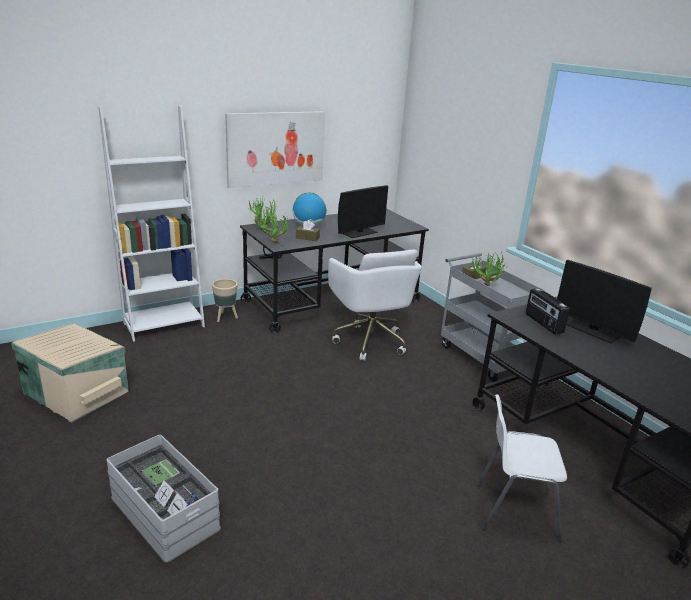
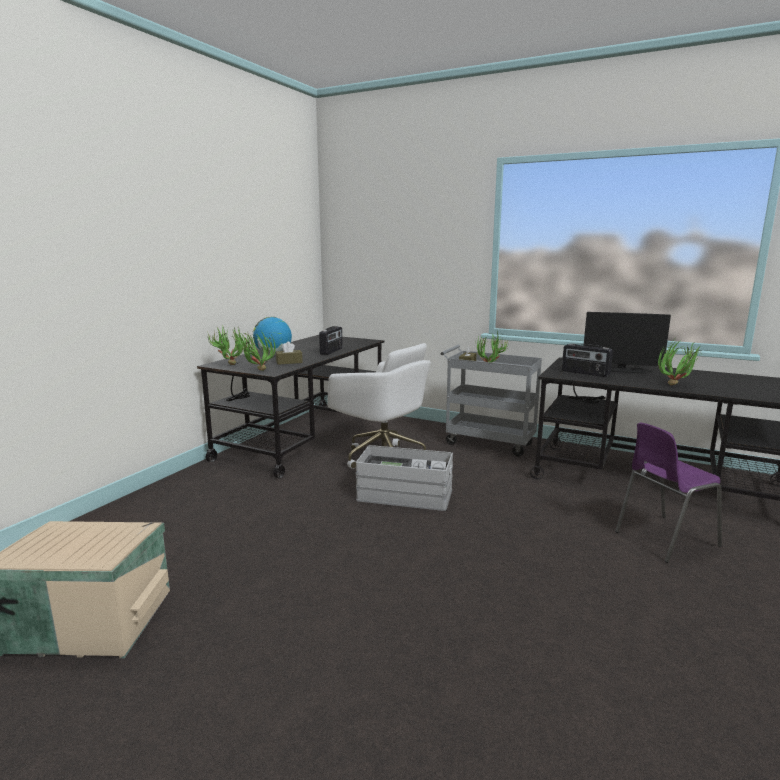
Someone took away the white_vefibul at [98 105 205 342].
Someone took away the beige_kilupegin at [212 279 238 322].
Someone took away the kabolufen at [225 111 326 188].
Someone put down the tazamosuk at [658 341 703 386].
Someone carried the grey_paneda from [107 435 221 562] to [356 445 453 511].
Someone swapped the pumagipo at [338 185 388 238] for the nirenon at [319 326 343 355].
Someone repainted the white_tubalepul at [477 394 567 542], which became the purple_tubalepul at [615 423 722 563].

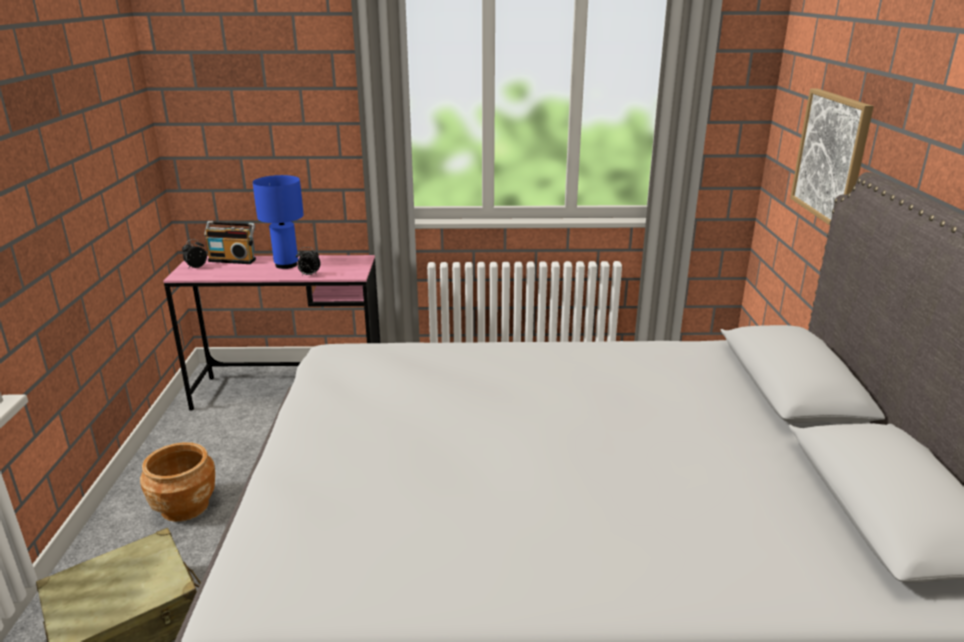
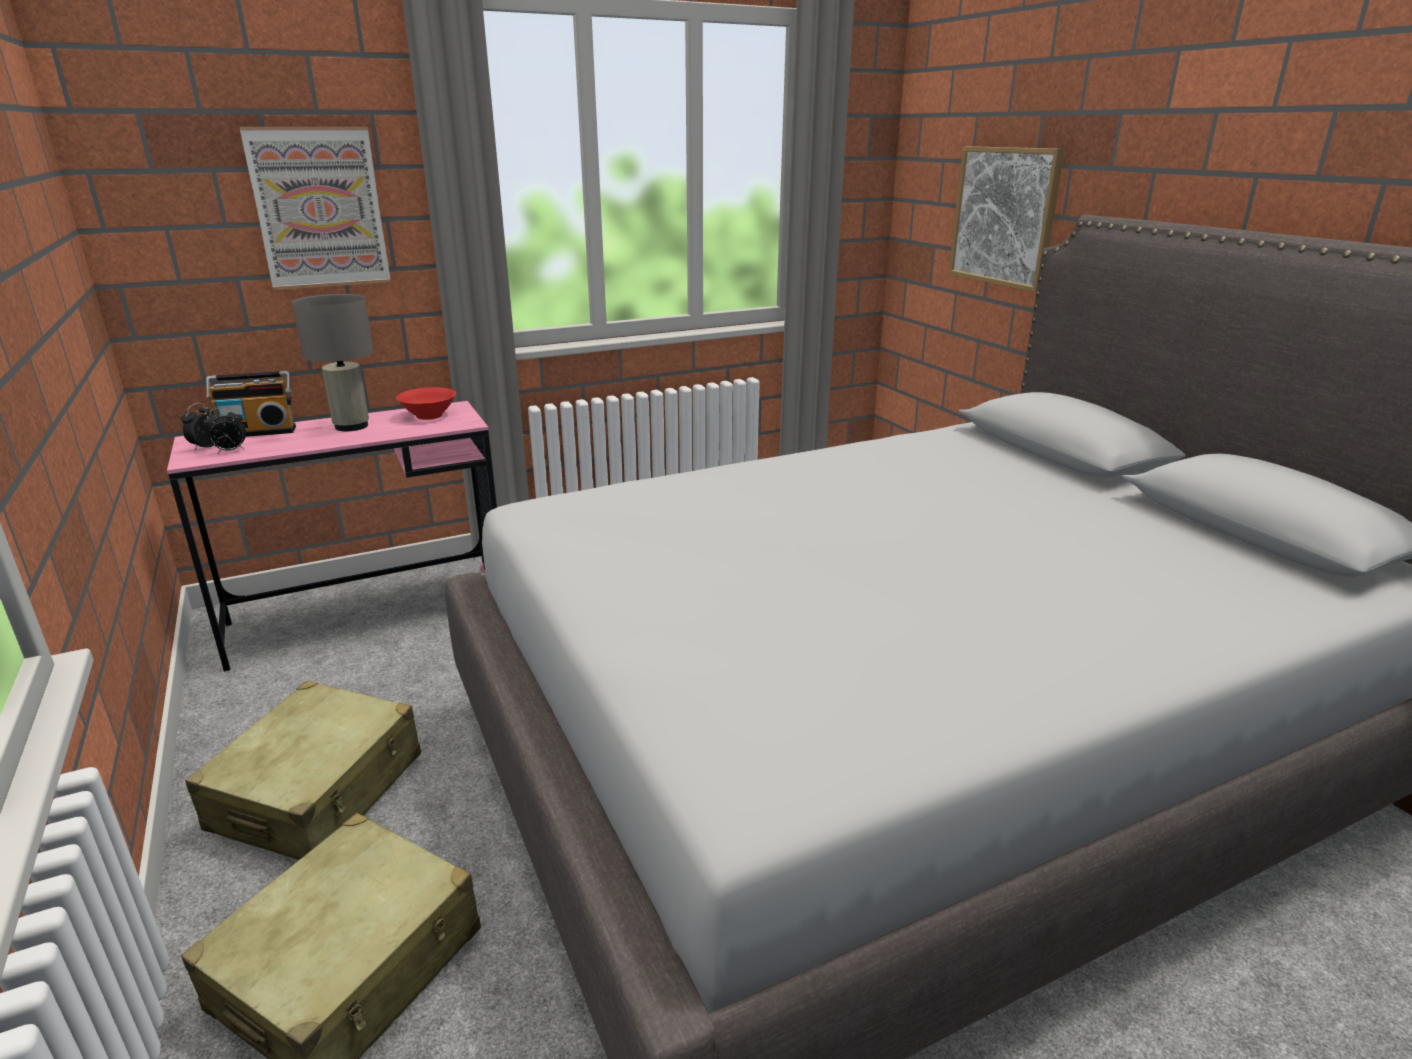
Someone put up the kabolufen at [240 127 391 290].
Someone put down the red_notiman at [396 387 456 420].
Someone carried the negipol from [296 247 320 275] to [204 407 246 453].
Someone swapped the brown_kilupegin at [140 442 215 522] for the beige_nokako at [185 681 421 860].
Someone repainted the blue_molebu at [253 175 304 269], which became the grey_molebu at [292 294 373 431].

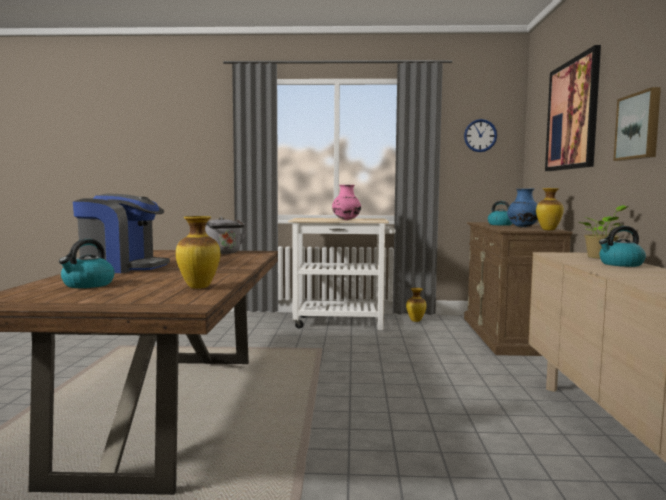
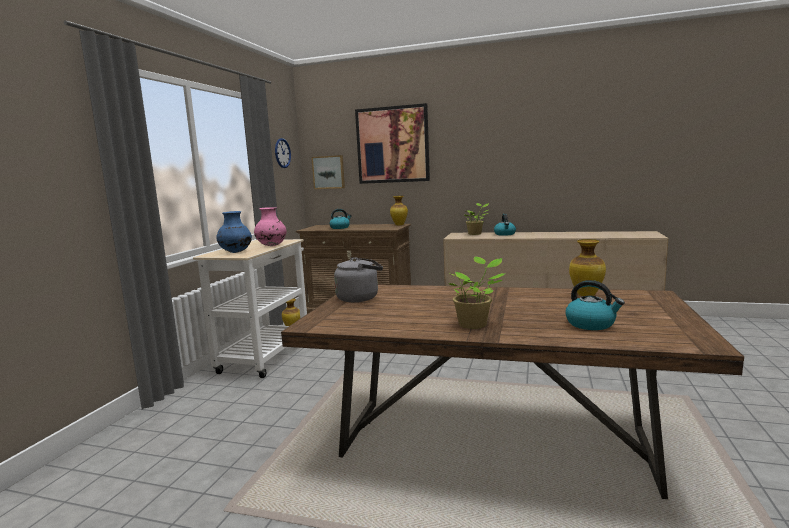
Someone carried the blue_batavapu from [507 189 538 227] to [216 211 252 253].
Someone carried the kabolufen from [613 87 661 161] to [311 155 345 189].
Someone swapped the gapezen at [73 194 170 273] for the tazamosuk at [448 256 506 329].

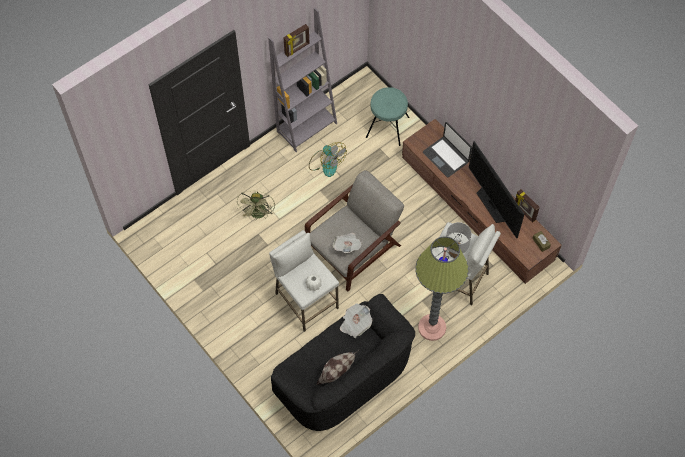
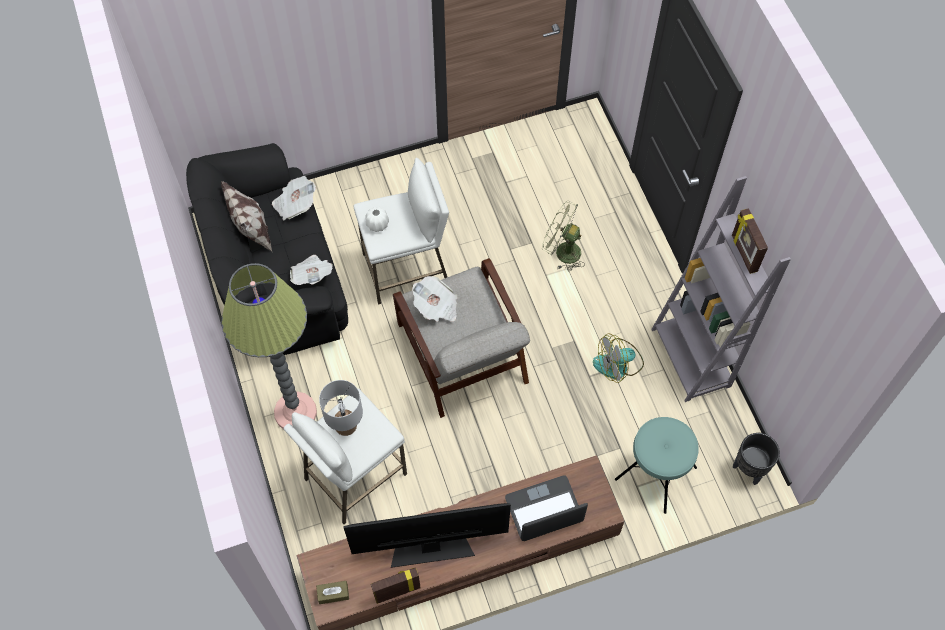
Someone put down the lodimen at [272 176 316 221].
Someone put down the black_kilupegin at [733 433 780 485].

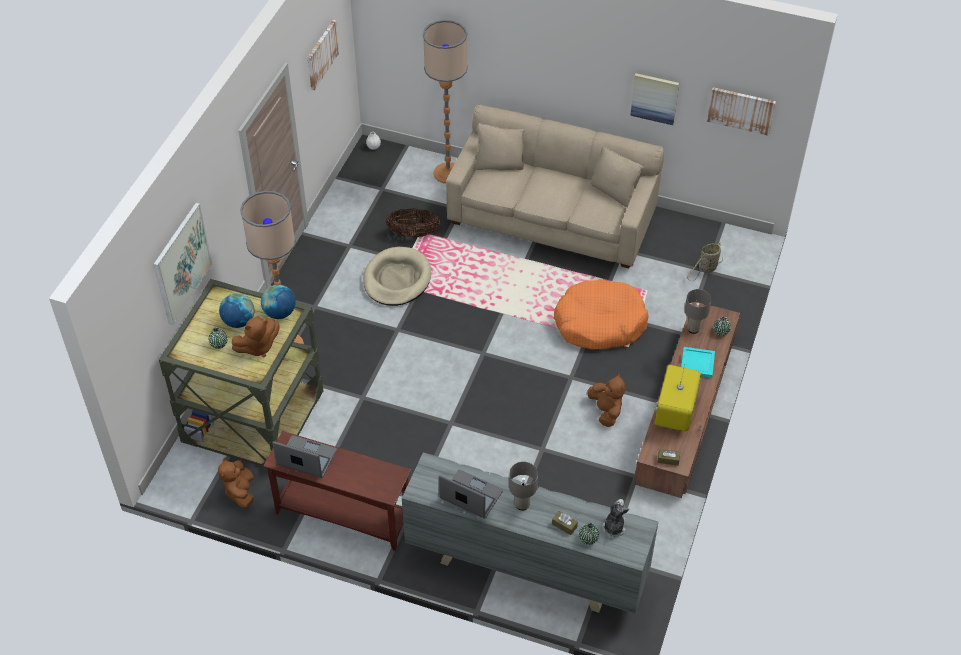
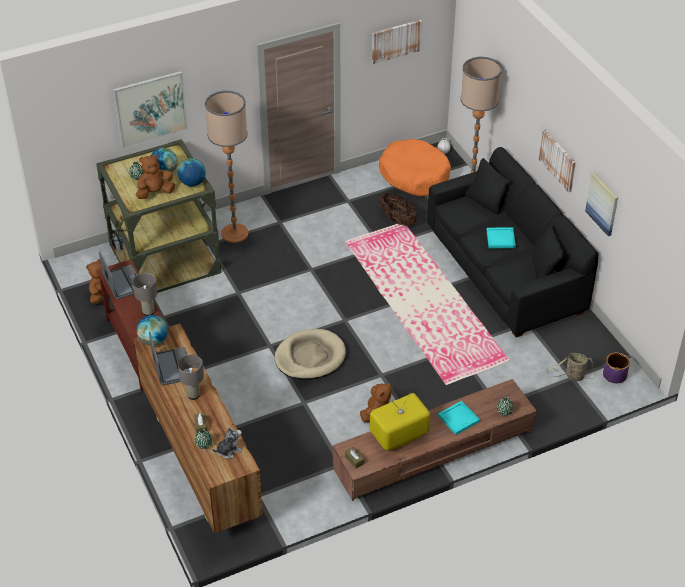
Someone put down the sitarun at [137 315 168 346].
Someone put down the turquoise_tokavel at [486 228 516 248].
Someone put down the purple_kilupegin at [603 353 630 383].
Someone carried the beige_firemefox from [363 247 431 306] to [275 329 346 380].
Someone carried the orange_firemefox from [554 280 649 350] to [379 139 451 197].
Someone carried the grey_molebu from [685 289 711 334] to [133 273 157 316].
Someone carried the kabolufen from [707 87 776 136] to [539 130 576 193].
Someone repainted the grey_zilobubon at [402 452 658 614], which became the brown_zilobubon at [134 324 263 534].
Someone repainted the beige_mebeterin at [446 104 664 269], which became the black_mebeterin at [427 147 598 337].
Someone rotated the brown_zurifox at [232 317 279 357] by 135 degrees clockwise.

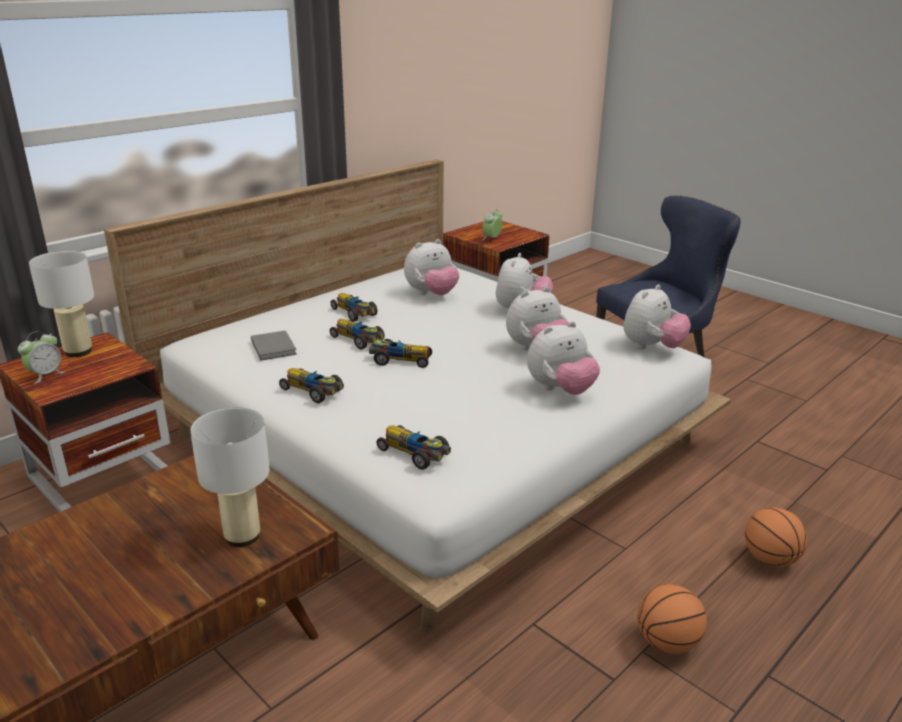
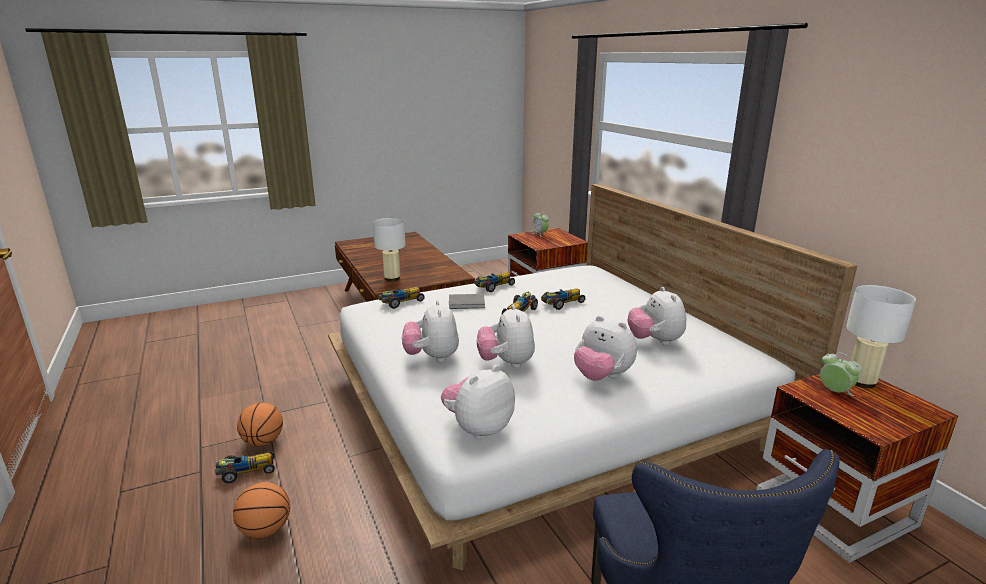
Someone carried the white_molebu from [29 251 94 357] to [846 285 916 388].
Someone carried the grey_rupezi from [251 330 297 361] to [449 294 485 309].
Someone carried the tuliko from [331 293 377 322] to [215 451 275 483].
Someone rotated the zurifox at [623 284 691 349] by 75 degrees clockwise.

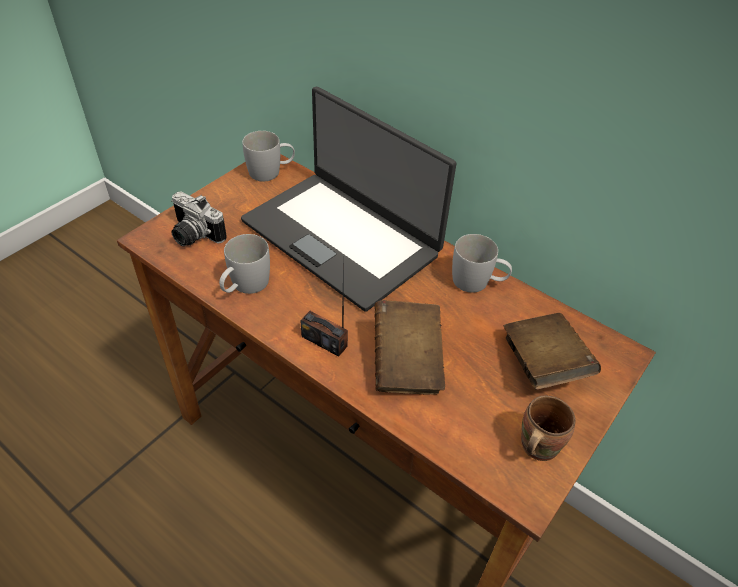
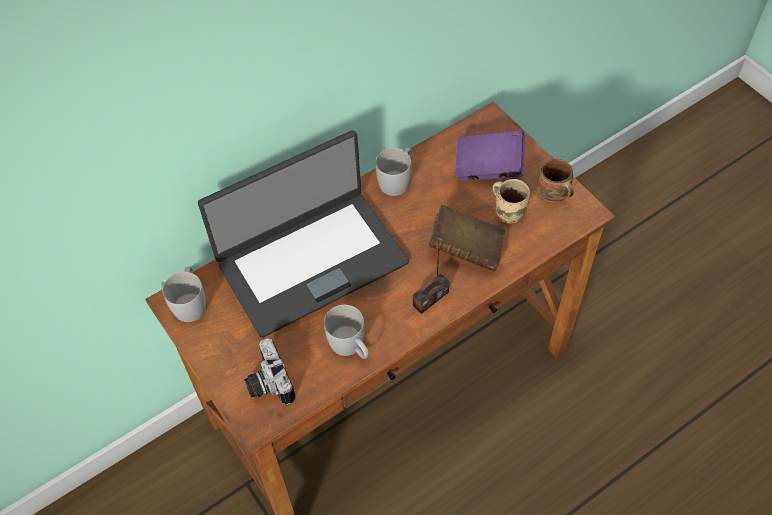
Someone put down the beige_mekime at [492 179 530 223].
Someone repainted the brown_rupezi at [504 313 601 390], which became the purple_rupezi at [455 130 525 181].
Someone rotated the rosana at [171 191 227 246] by 105 degrees clockwise.

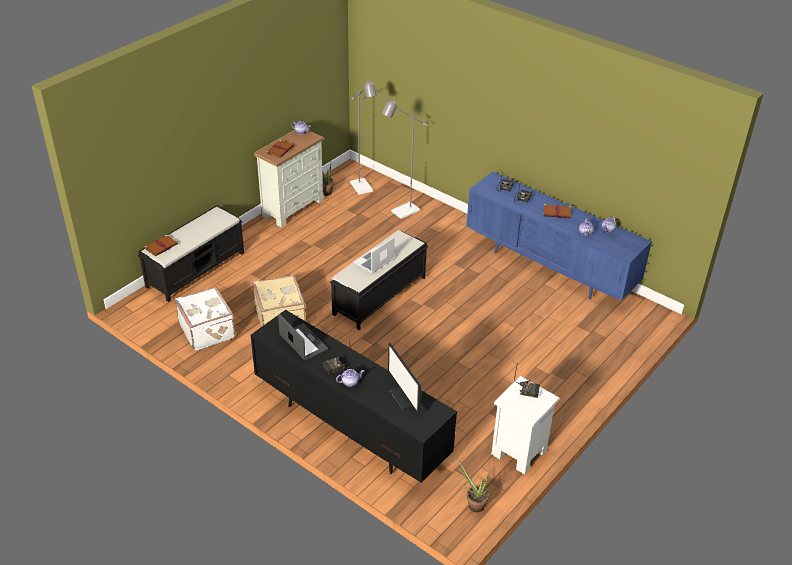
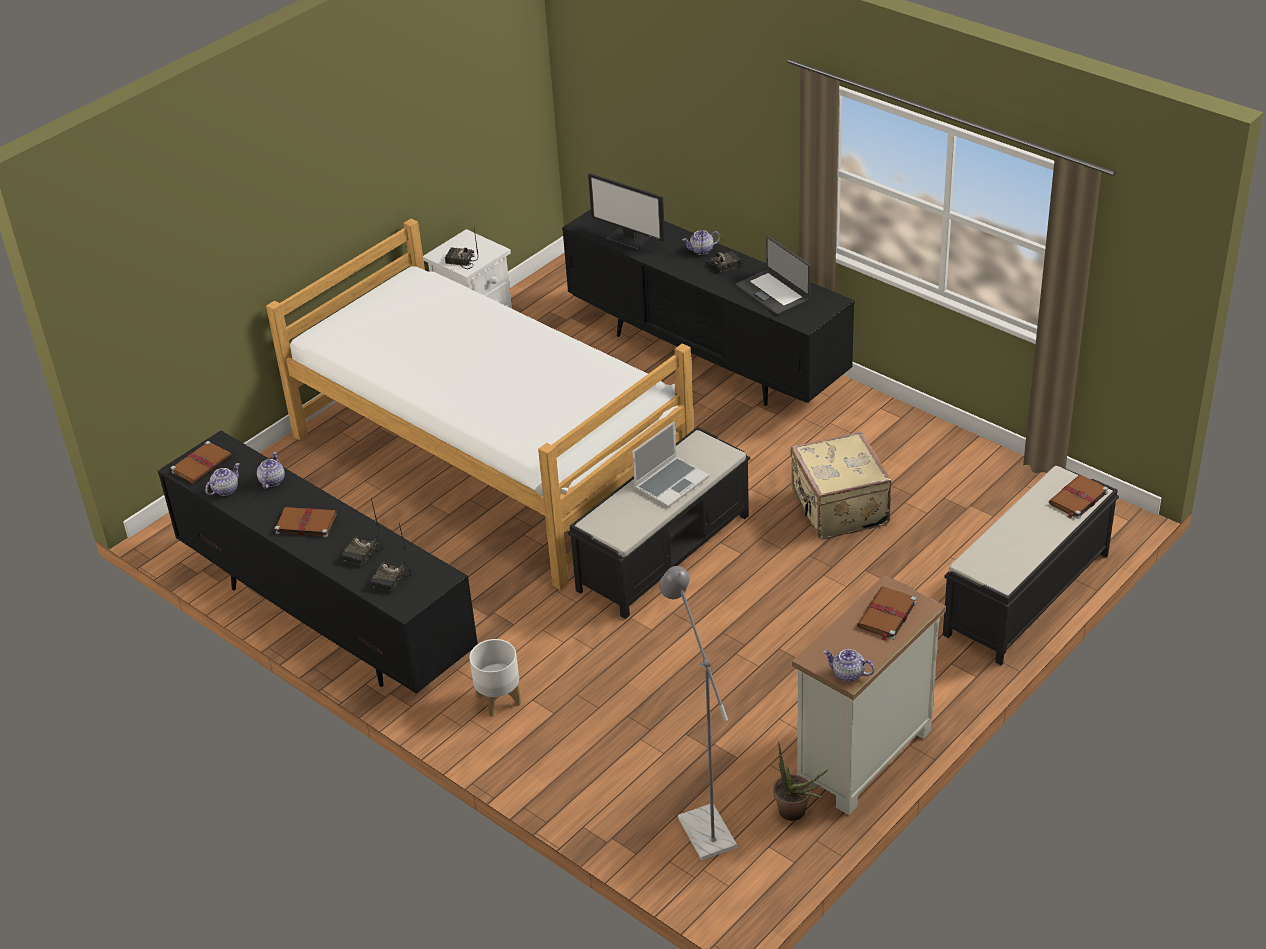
Someone took away the white_nokako at [175 286 235 351].
Someone took away the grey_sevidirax at [382 99 428 219].
Someone took away the tazamosuk at [456 457 489 513].
Someone put down the brown_rupezi at [170 441 232 484].
Someone put down the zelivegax at [266 218 694 590].
Someone put down the white_kilupegin at [469 639 521 717].
Someone repainted the blue_zilobubon at [466 172 652 300], which became the black_zilobubon at [158 430 478 694].
Someone rotated the pumagipo at [388 343 422 414] by 150 degrees clockwise.

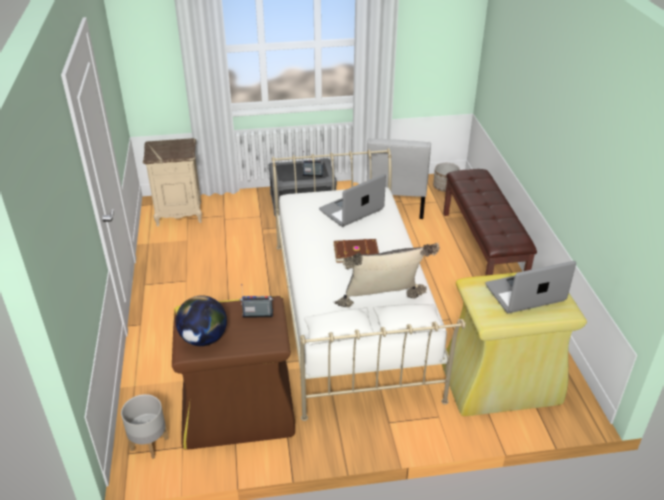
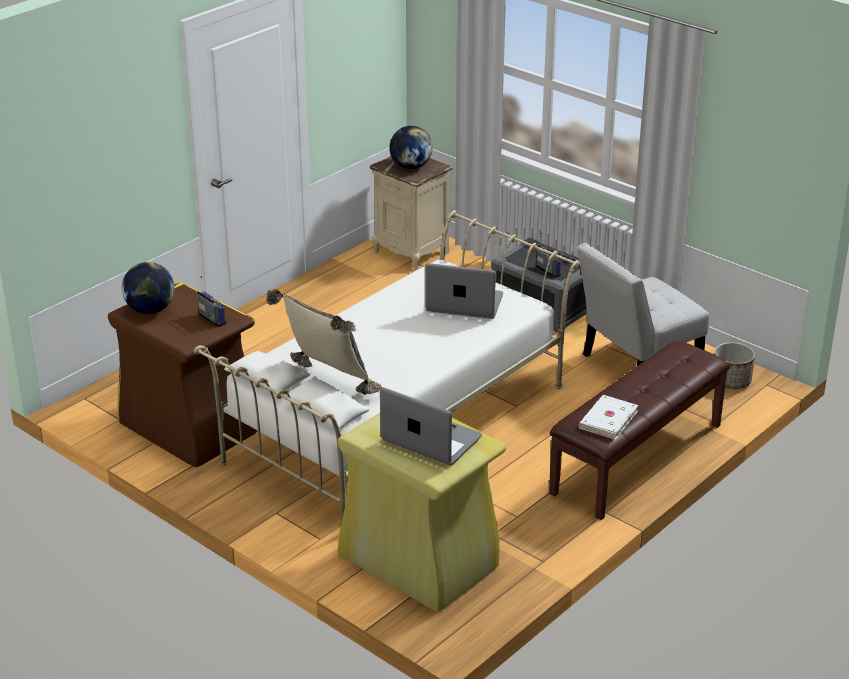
Someone took away the grey_kilupegin at [121 394 169 459].
Someone took away the brown_rupezi at [334 239 379 263].
Someone put down the sitarun at [389 126 433 169].
Someone put down the white_rupezi at [578 395 638 440].

